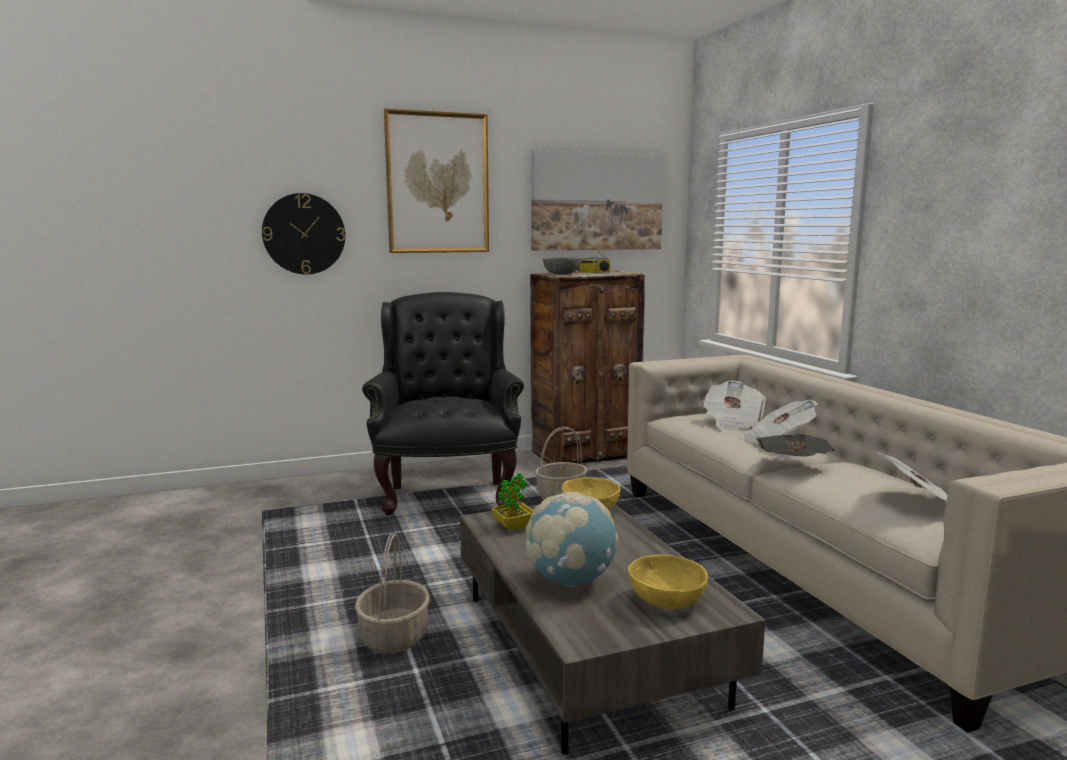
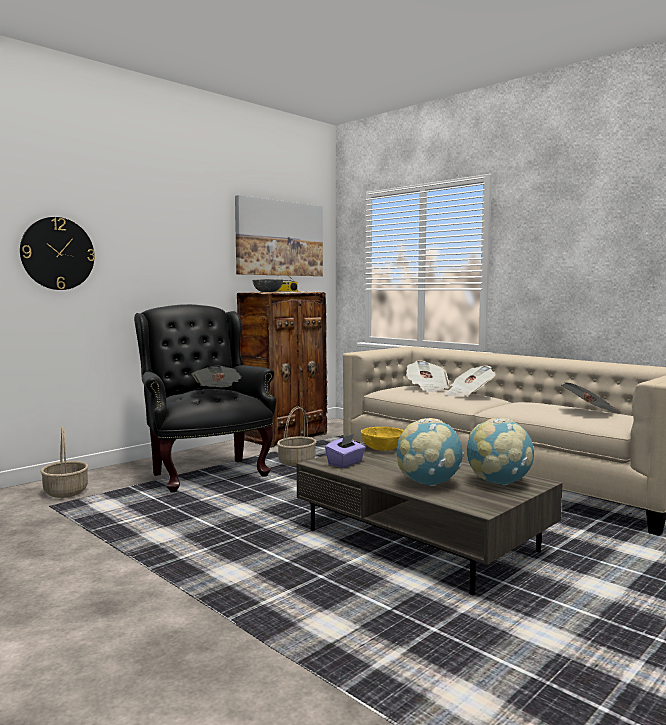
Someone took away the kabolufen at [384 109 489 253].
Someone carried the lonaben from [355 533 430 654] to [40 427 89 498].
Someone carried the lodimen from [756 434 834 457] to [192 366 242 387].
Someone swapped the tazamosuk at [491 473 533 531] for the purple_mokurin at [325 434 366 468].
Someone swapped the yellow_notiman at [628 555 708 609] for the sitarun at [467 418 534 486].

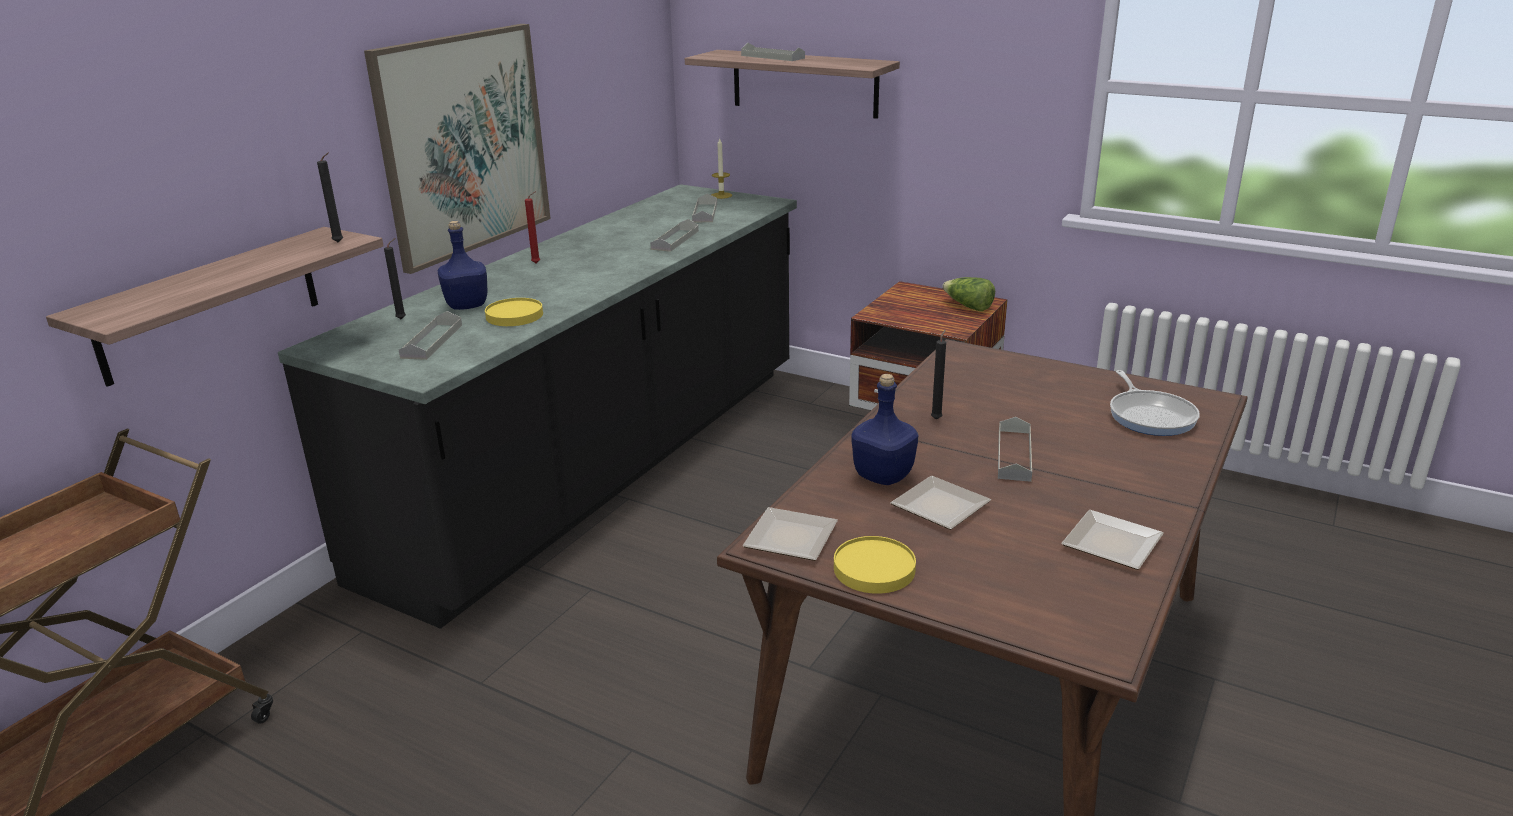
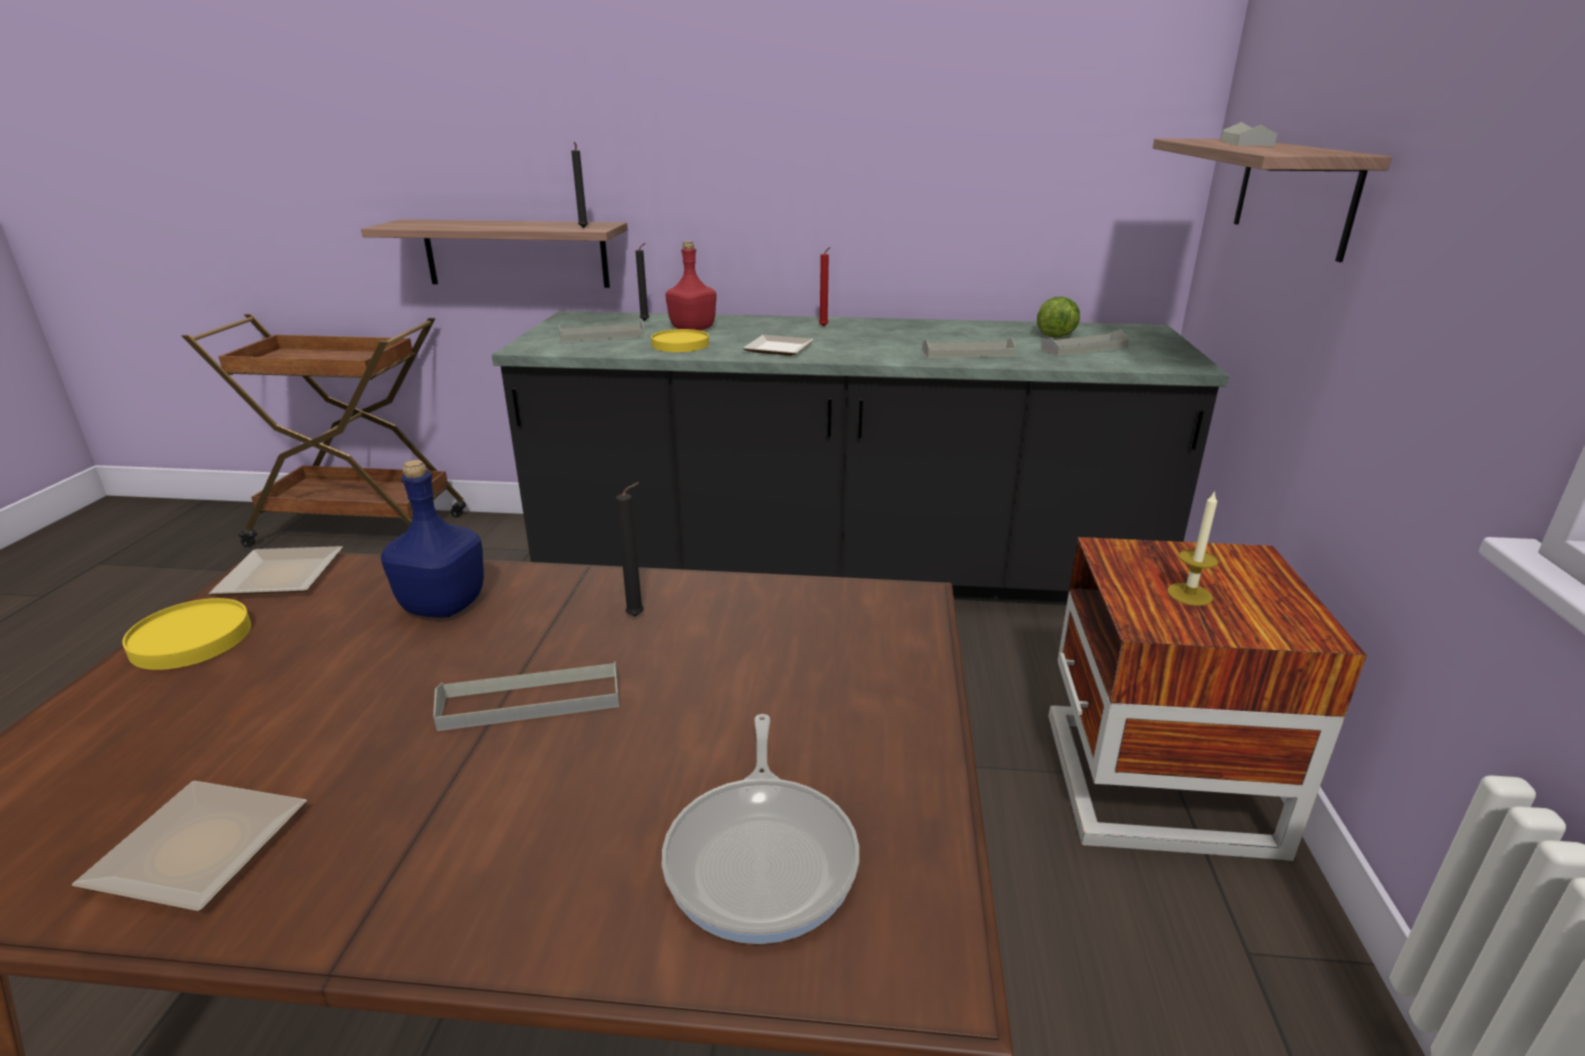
Someone took away the kabolufen at [364 24 551 274].
Someone carried the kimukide from [712 137 732 199] to [1167 490 1219 606].
Someone carried the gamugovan from [890 476 991 530] to [742 335 814 356].
Someone carried the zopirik from [942 277 995 311] to [1037 296 1080 338].
Someone repainted the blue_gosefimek at [438 221 487 310], which became the red_gosefimek at [665 241 716 330].
Someone rotated the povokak at [1110 370 1200 436] by 60 degrees counterclockwise.

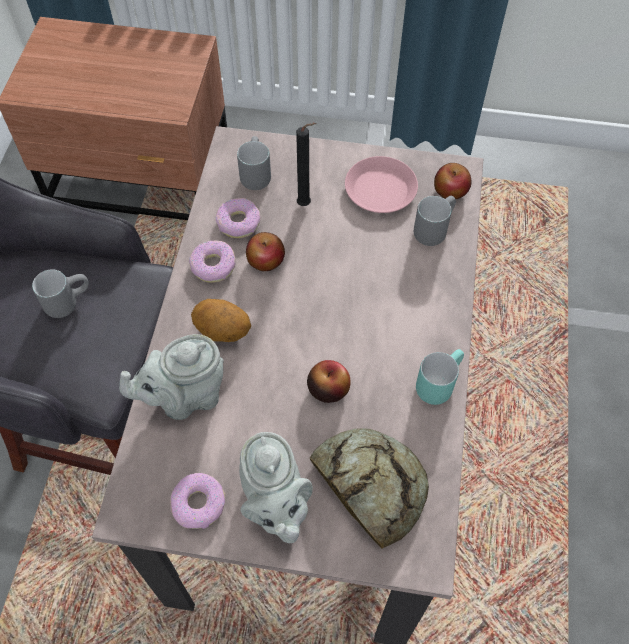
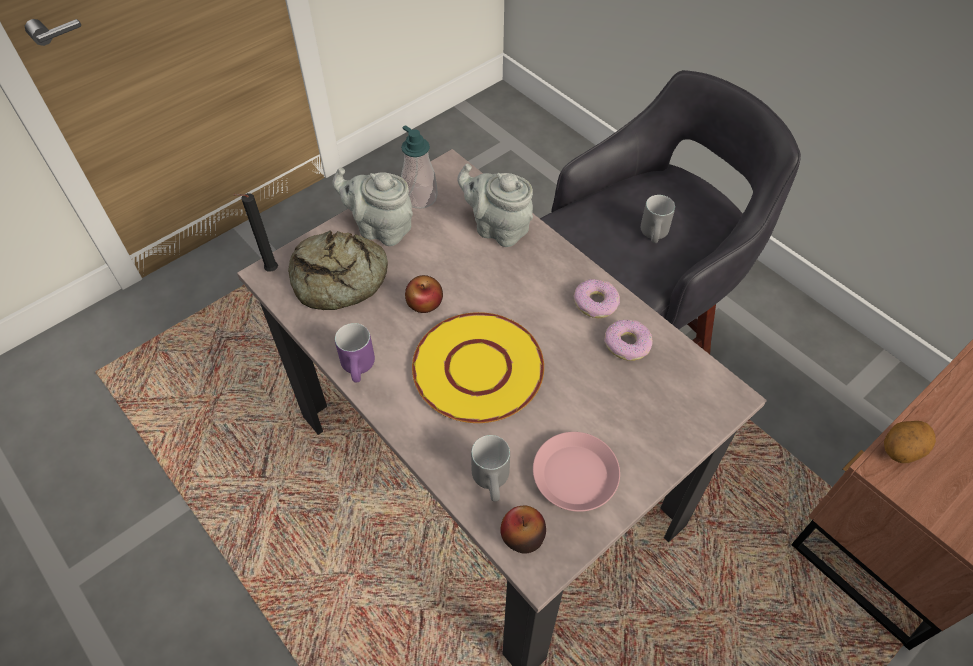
Someone took away the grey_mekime at [237 136 271 190].
Someone took away the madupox at [246 232 285 271].
Someone put down the yellow_gamugovan at [412 312 544 423].
Someone carried the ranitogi from [191 299 251 342] to [884 421 936 463].
Someone carried the black_kimukide from [296 123 316 206] to [233 193 278 272].
Someone swapped the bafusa at [170 473 225 529] for the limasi at [401 125 438 209].
Someone repainted the turquoise_mekime at [416 349 464 405], which became the purple_mekime at [335 323 375 382].
Someone rotated the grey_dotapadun at [119 334 224 420] by 75 degrees counterclockwise.

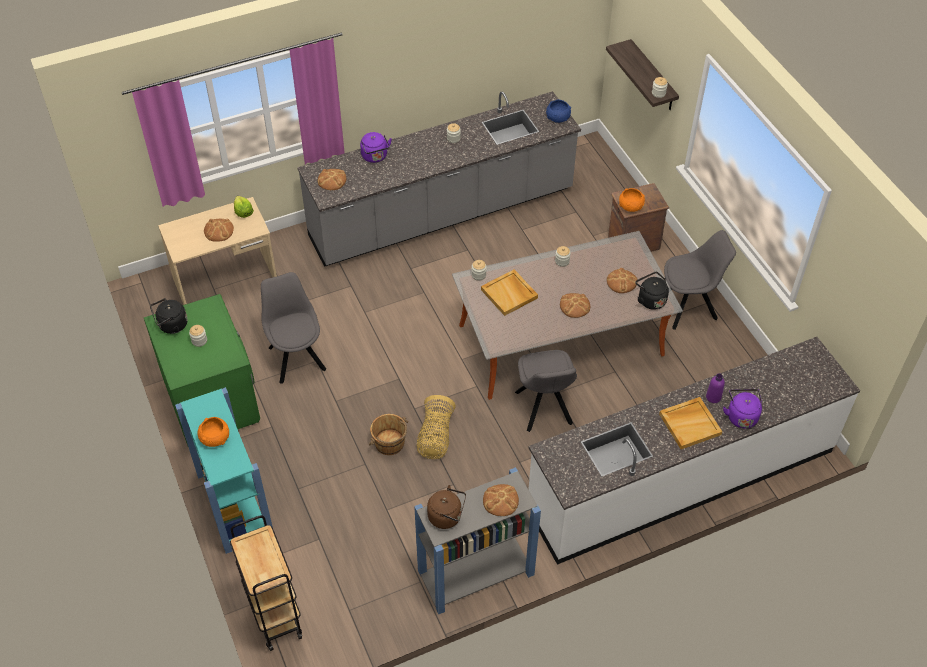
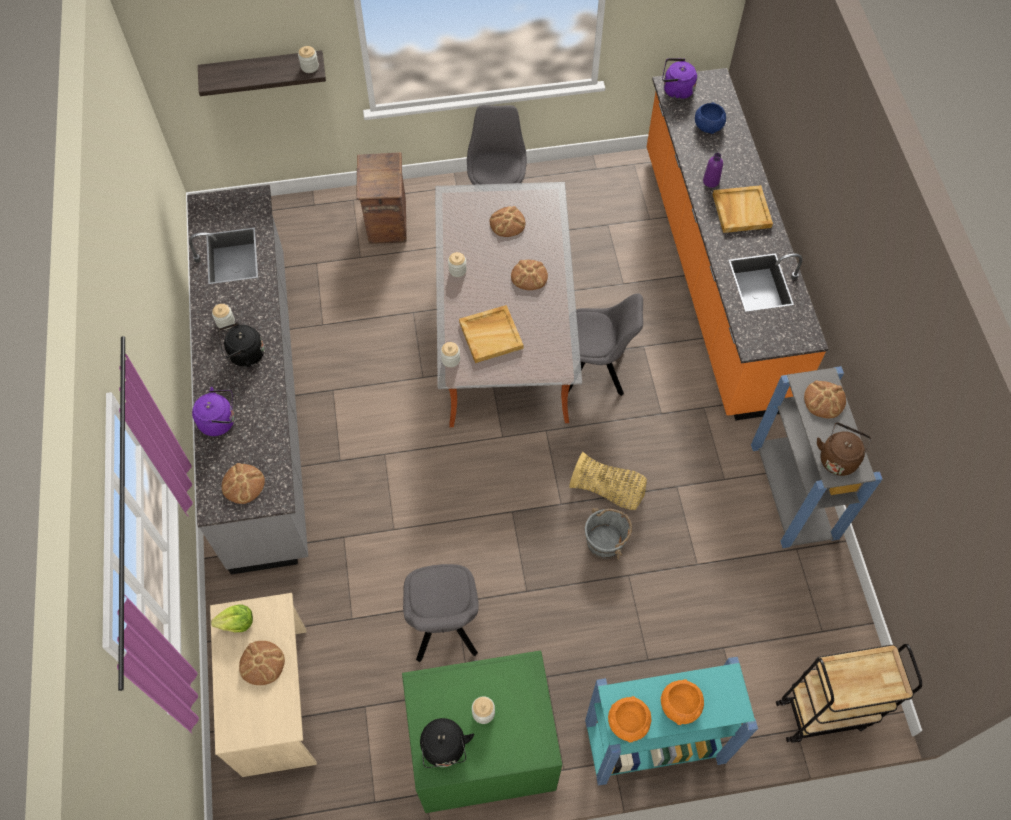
Someone carried the blue_notiman from [546 100 571 123] to [695 102 726 134].
Someone carried the orange_notiman from [619 188 645 212] to [608 696 651 742].
Someone carried the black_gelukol from [635 272 669 310] to [218 323 264 367].
Someone carried the purple_gelukol from [723 389 762 428] to [662 58 697 99].
Someone repainted the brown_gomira at [369 414 408 455], which became the grey_gomira at [585 508 632 560].
Someone repainted the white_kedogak at [528 337 860 565], which became the orange_kedogak at [647 68 828 421].
Someone rotated the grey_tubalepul at [261 272 326 384] by 90 degrees counterclockwise.

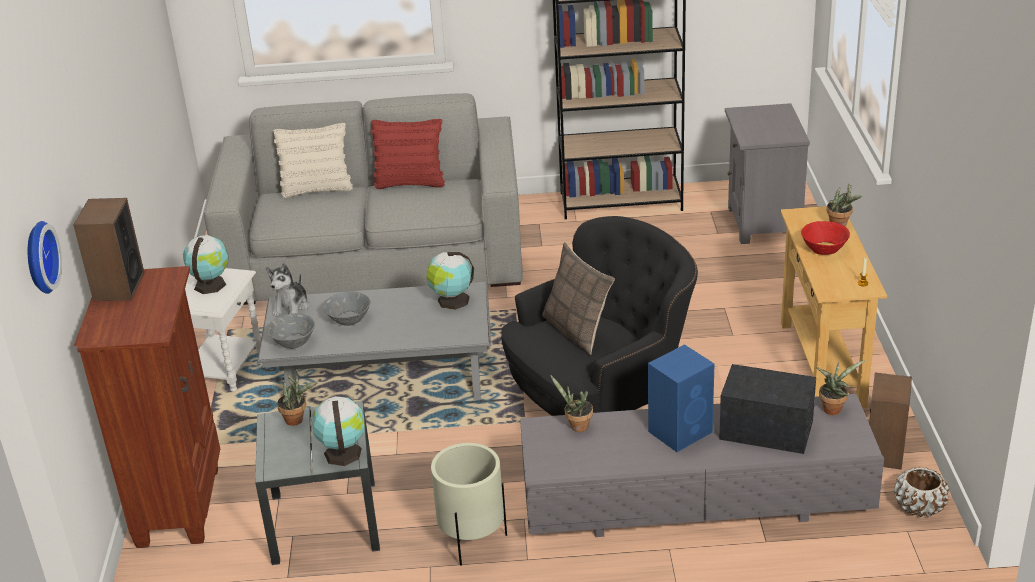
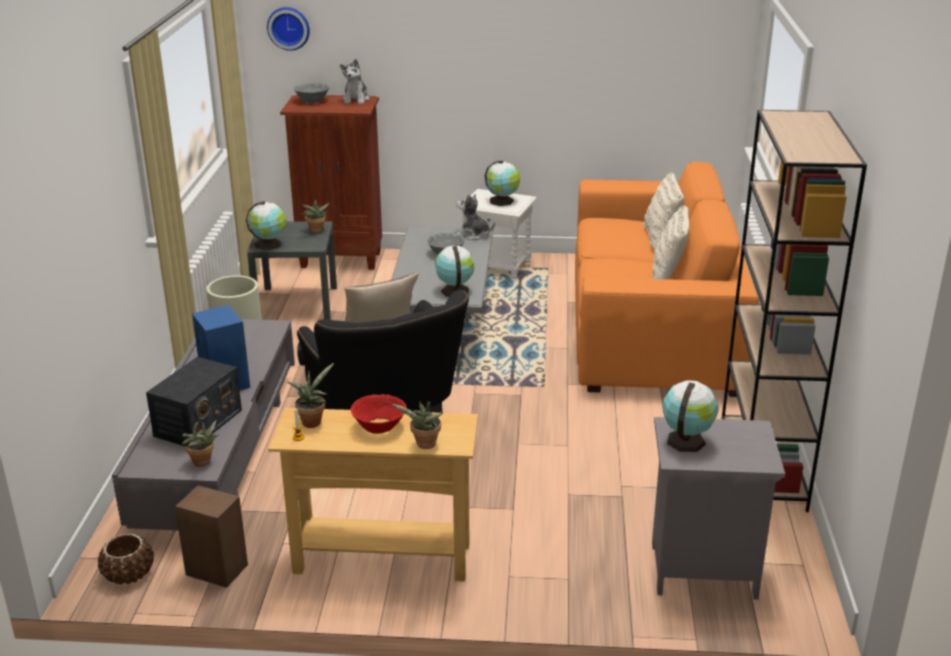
Someone put down the sitarun at [662 380 719 452].
Someone carried the grey_notiman from [267 313 315 349] to [294 83 330 103].
Someone carried the tazamosuk from [550 375 593 432] to [287 363 334 428].
Someone swapped the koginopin at [73 198 144 301] for the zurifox at [340 59 370 104].
Someone repainted the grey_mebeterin at [204 93 523 305], which became the orange_mebeterin at [575 162 759 397].
Someone repainted the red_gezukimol at [371 118 445 189], which became the beige_gezukimol at [652 205 689 279].

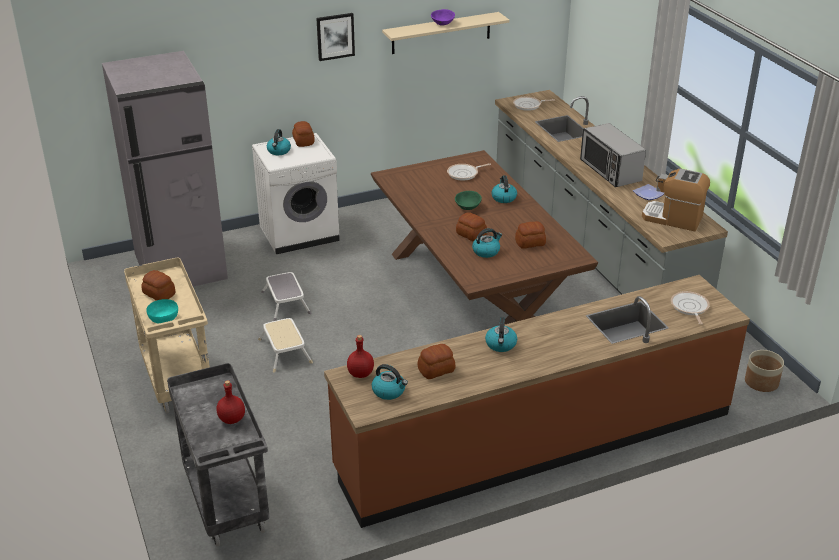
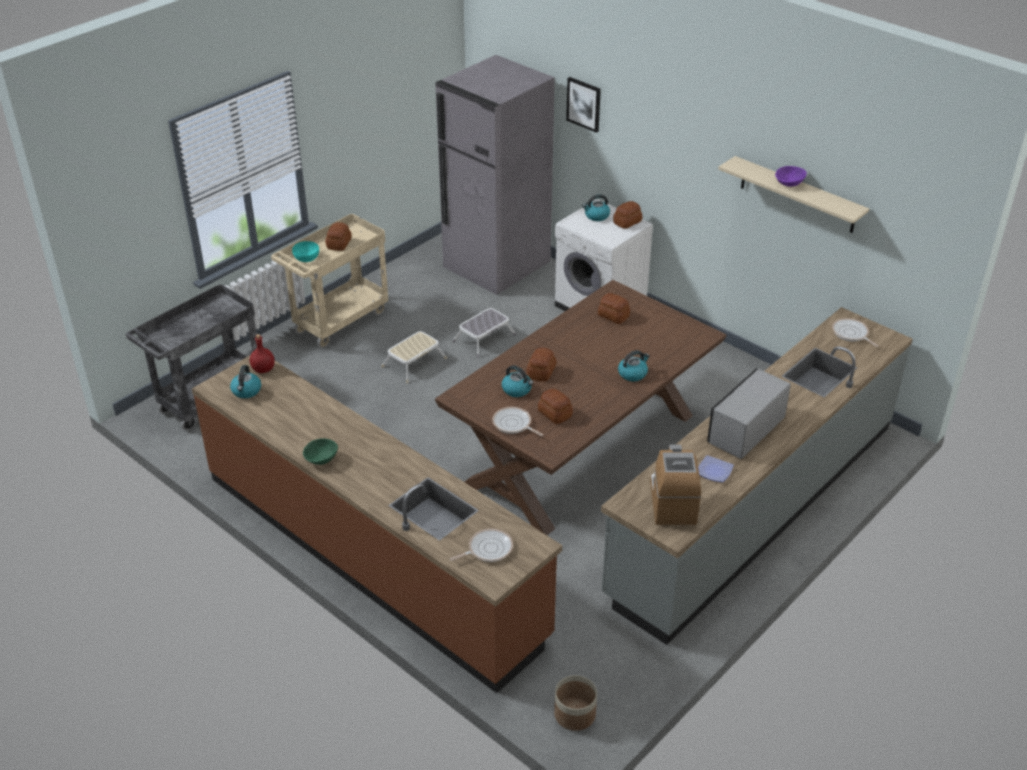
Someone took away the red_gosefimek at [216 380 245 424].
Someone took away the gelukol at [485 317 517 352].
Someone carried the kabolufen from [316 13 355 61] to [566 77 601 133].
Someone carried the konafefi from [417 344 455 379] to [598 293 630 324].
Someone carried the povokak from [447 163 491 181] to [492 407 543 436].
Someone carried the green_notiman from [455 191 482 210] to [303 438 338 465].

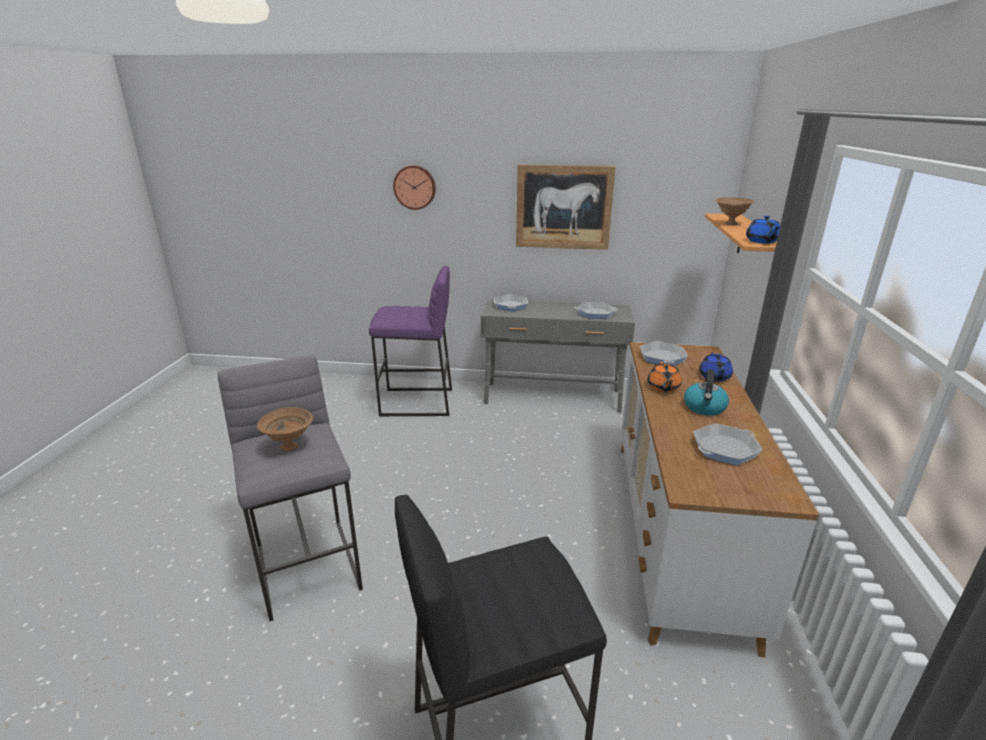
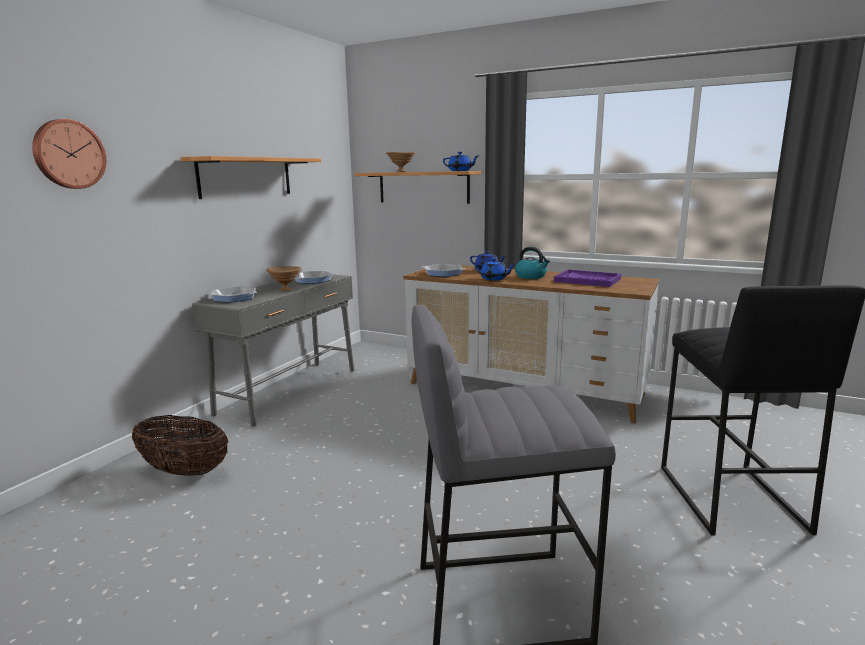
Someone carried the brown_notiman from [257 407 313 451] to [266 266 302 291].
Someone swapped the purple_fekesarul at [369 266 452 416] for the lonaben at [132 415 228 476].
Someone swapped the kabolufen at [516 164 616 250] for the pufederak at [181 156 321 199].
Someone swapped the povokak at [693 423 762 465] for the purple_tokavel at [554 269 621 287].
Someone repainted the orange_dotapadun at [647 362 681 392], which became the blue_dotapadun at [475 258 515 280].

